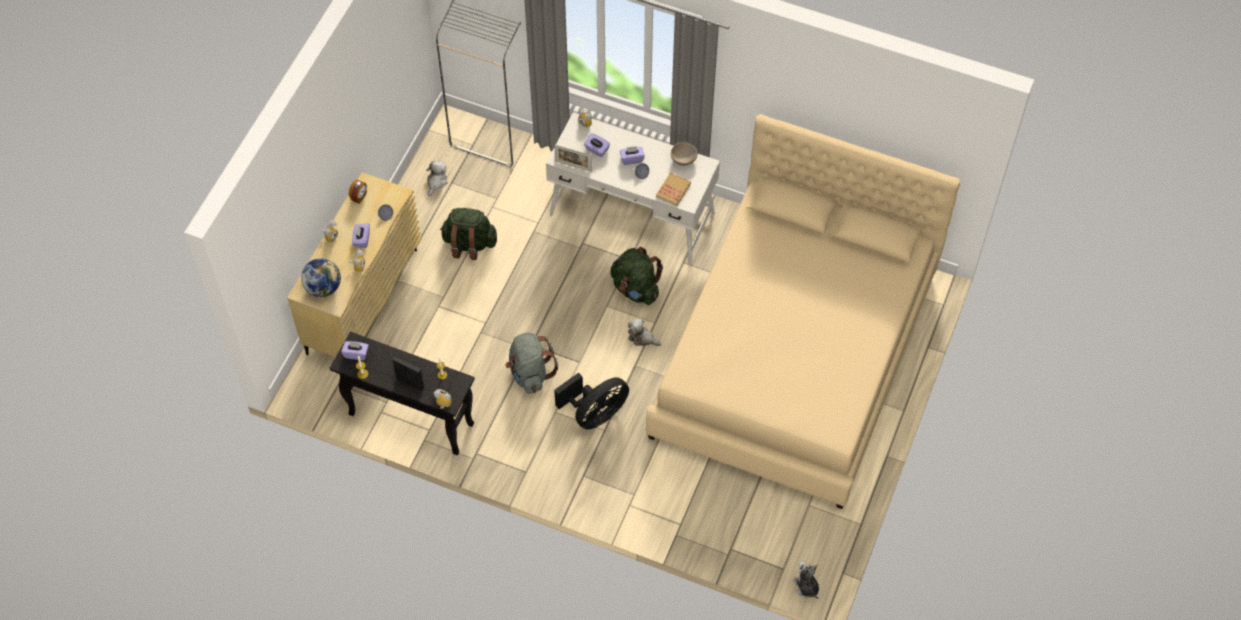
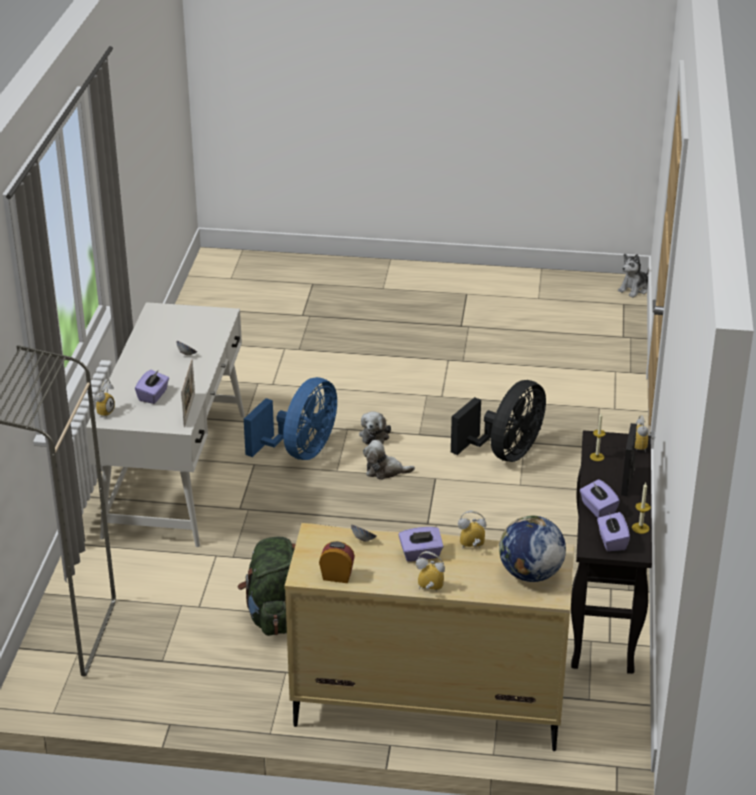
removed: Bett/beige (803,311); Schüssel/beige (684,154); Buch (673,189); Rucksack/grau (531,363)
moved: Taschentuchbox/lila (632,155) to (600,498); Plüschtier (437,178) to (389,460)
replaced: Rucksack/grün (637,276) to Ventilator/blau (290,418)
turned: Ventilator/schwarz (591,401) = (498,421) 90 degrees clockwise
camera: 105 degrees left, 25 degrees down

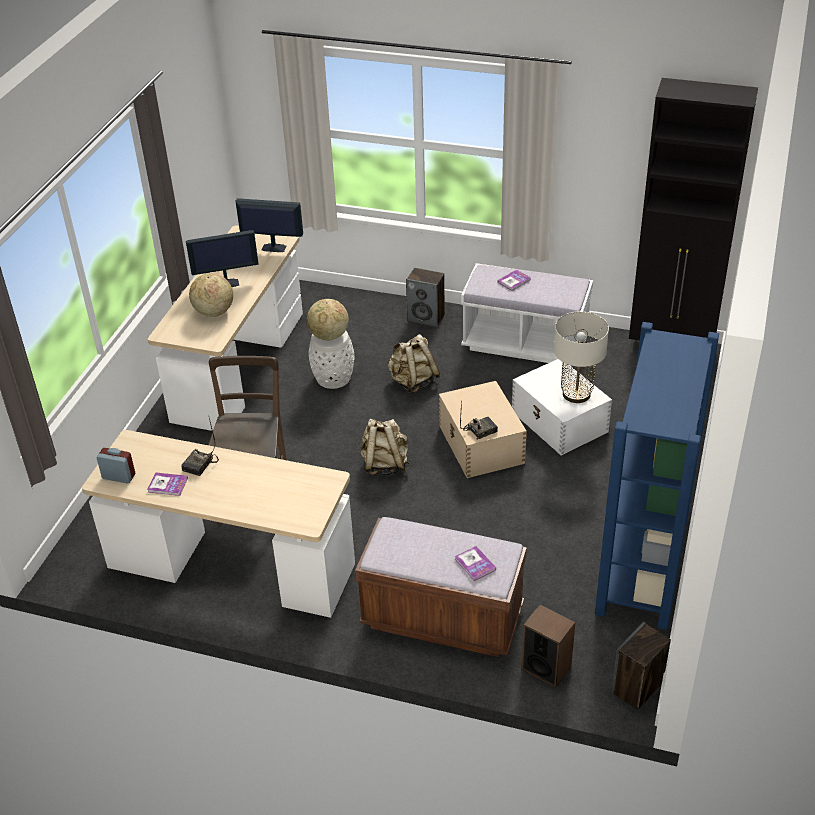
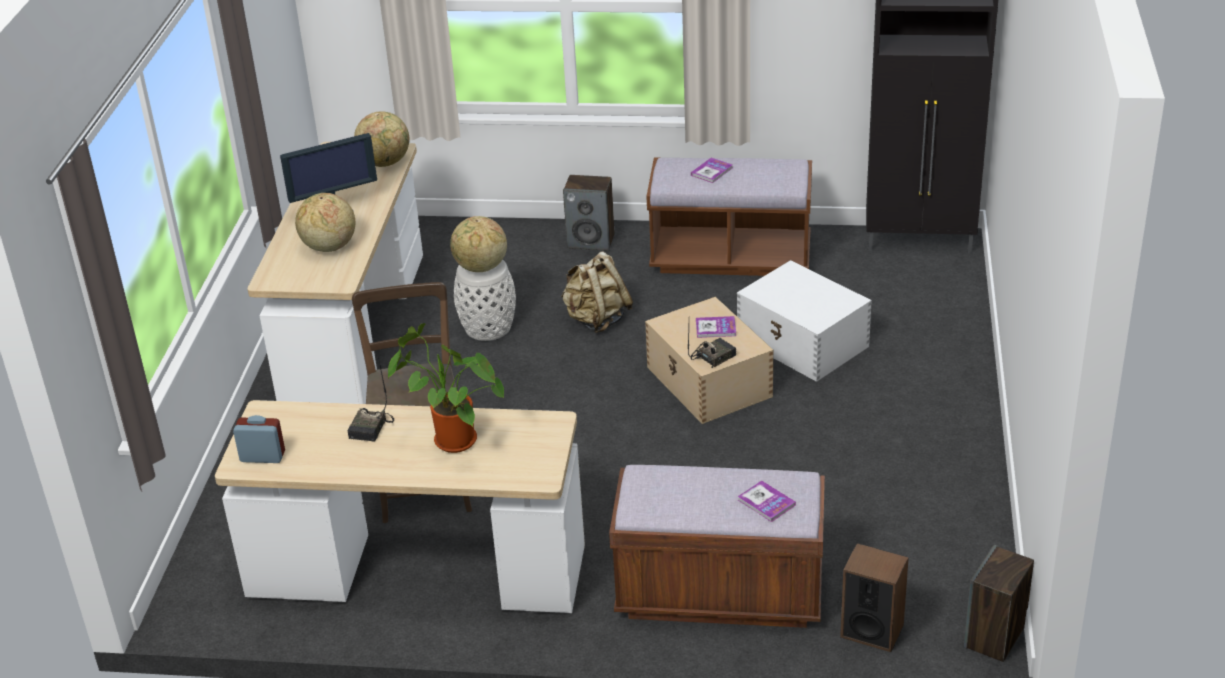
removed: Tischlampe (581,357); Bücherregal/blau (657,476); Rucksack/beige (385,447)
added: Topfpflanze (446,388)
moved: Buch (167,484) to (716,327)
replaced: Monitor (269,225) to Globus (382,139)
recoloured: Bank/weiß (527,314) to Bank/braun (729,217)
camera: 10 degrees left, 5 degrees down

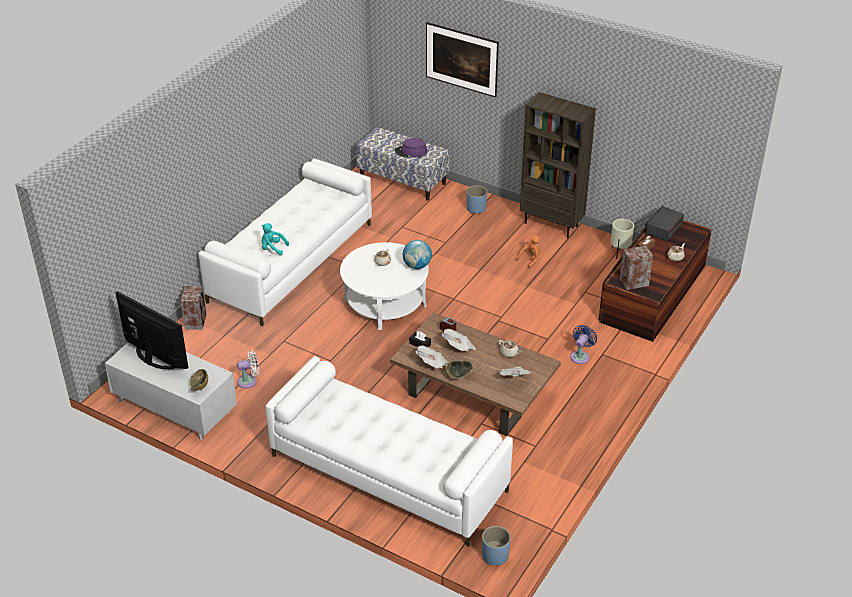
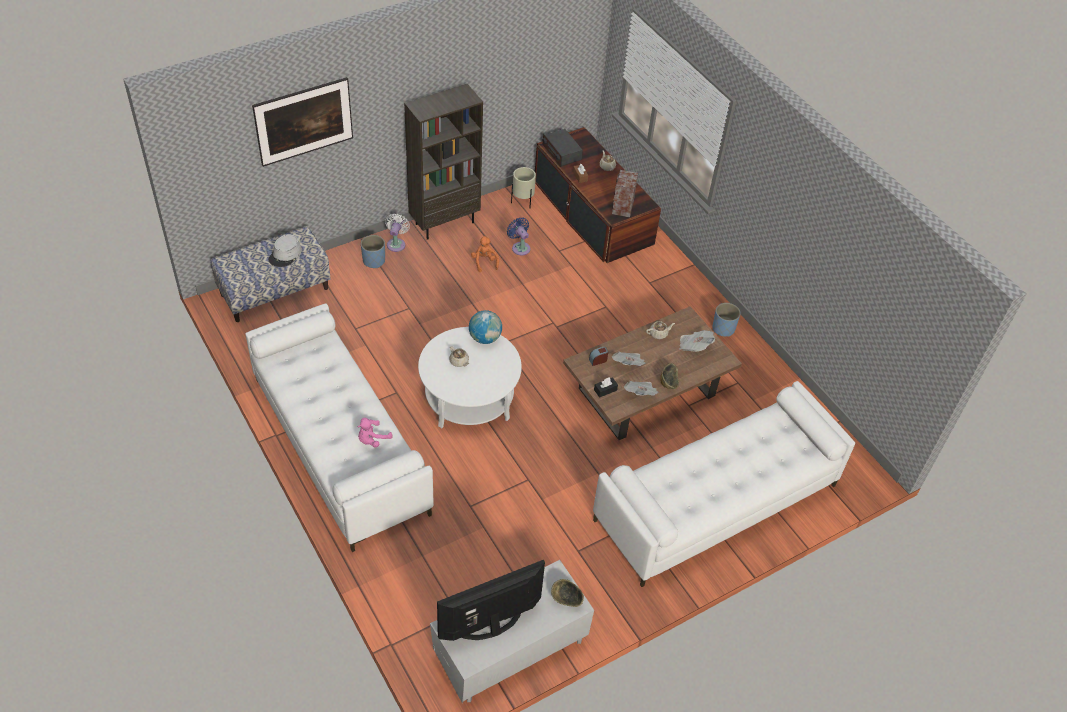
removed: Lautsprecher (194,308)
moved: Ventilator/blau (583,344) to (518,236); Ventilator/weiß (248,369) to (397,232); Pflanzkübel/blau (496,546) to (727,320)
recoloured: Hut/lila (411,148) to Hut/grau (285,250); Plüschtier/türkis (275,239) to Plüschtier/rosa (374,433)
camera: 65 degrees left, 10 degrees up

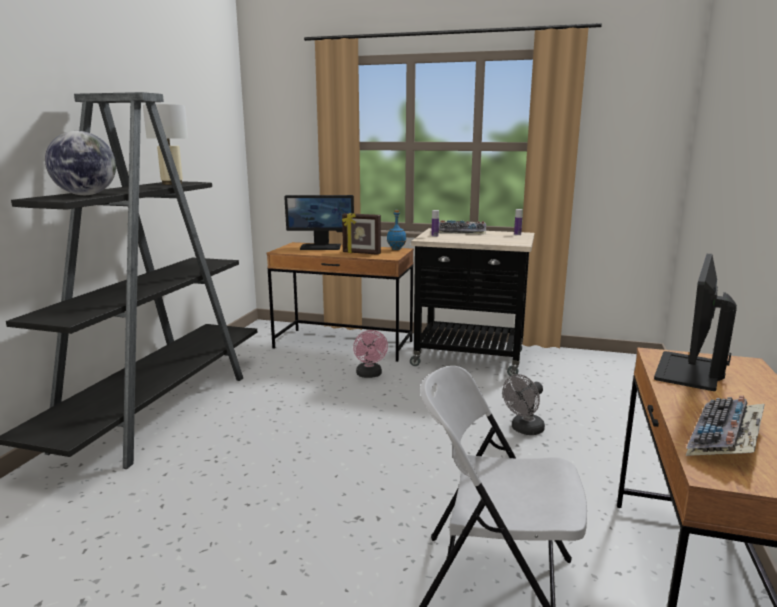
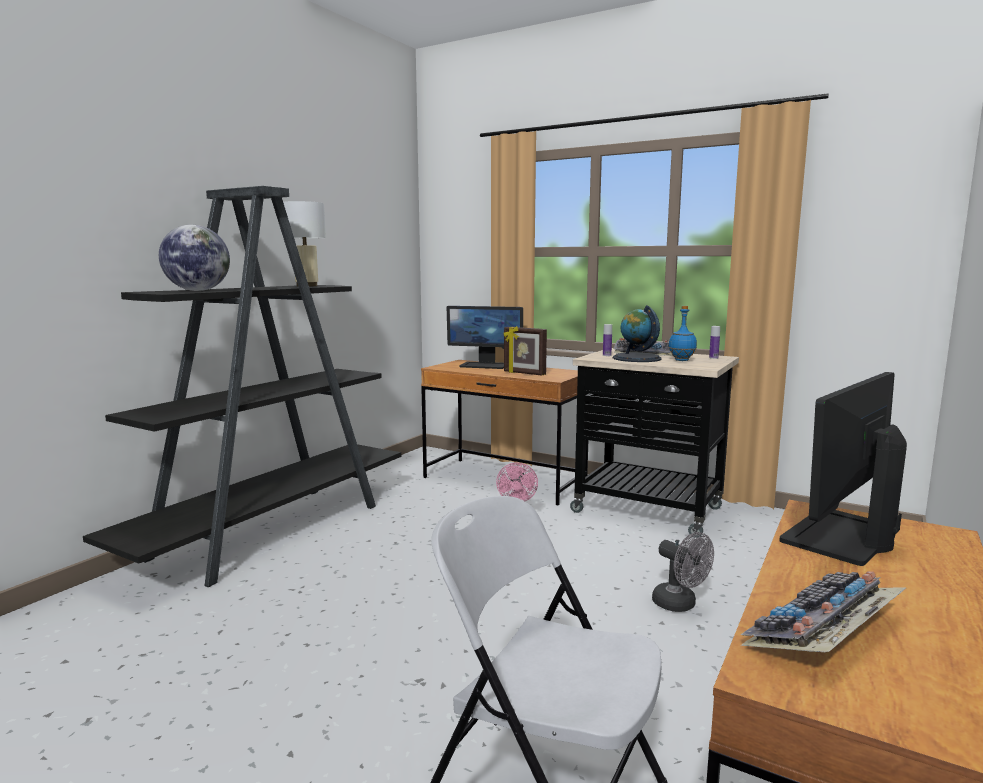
added: Globus (637,333)
moved: Flasche/blau (396,230) to (682,333)
turned: Ventilator/grau (524,404) = (683,572) 105 degrees counterclockwise
camera: 15 degrees right, 5 degrees down

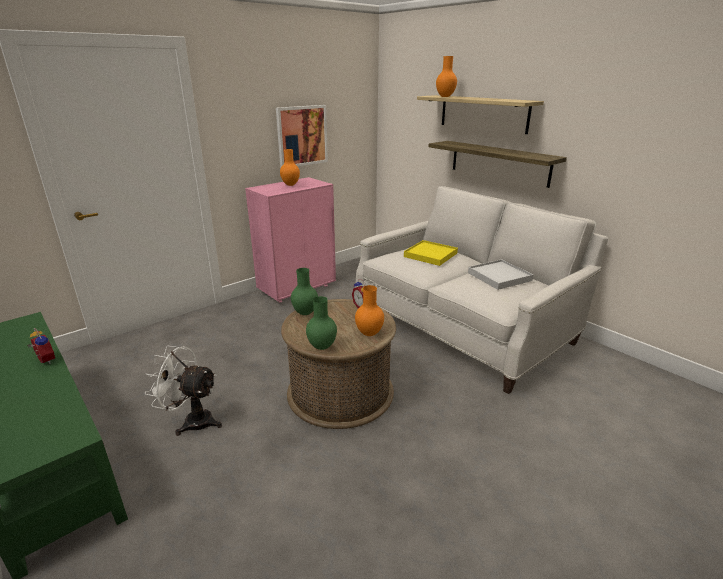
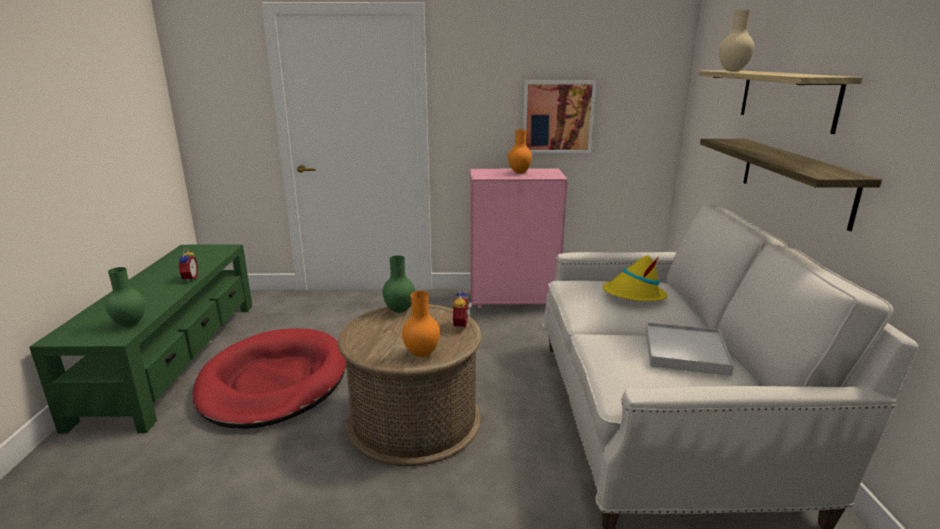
moved: Vase/grün (321,323) to (125,297)
replaced: Tablett/gelb (431,253) to Hut/gelb (635,278); Ventilator/weiß (183,391) to Hundebett/rot (269,378)
recoloured: Vase/orange (446,76) to Vase/beige (736,40)
camera: 40 degrees right, 5 degrees down

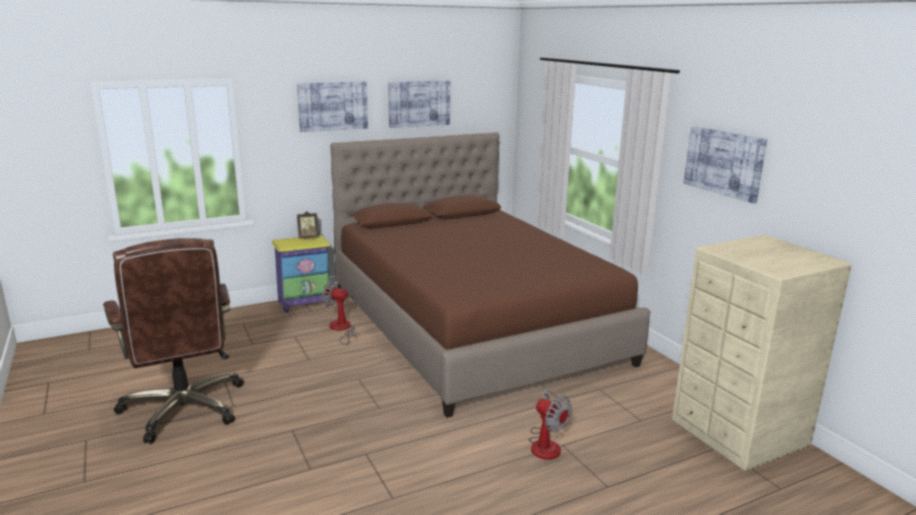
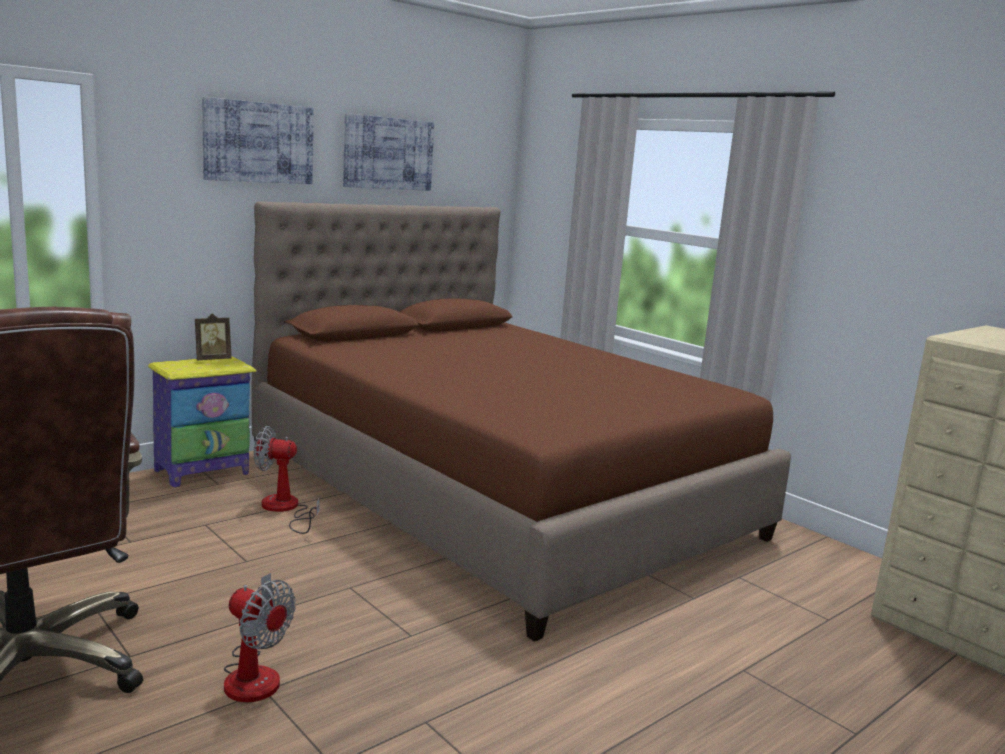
removed: Bild (725,165)
moved: Ventilator (550,423) to (260,637)
camera: 15 degrees left, 5 degrees down

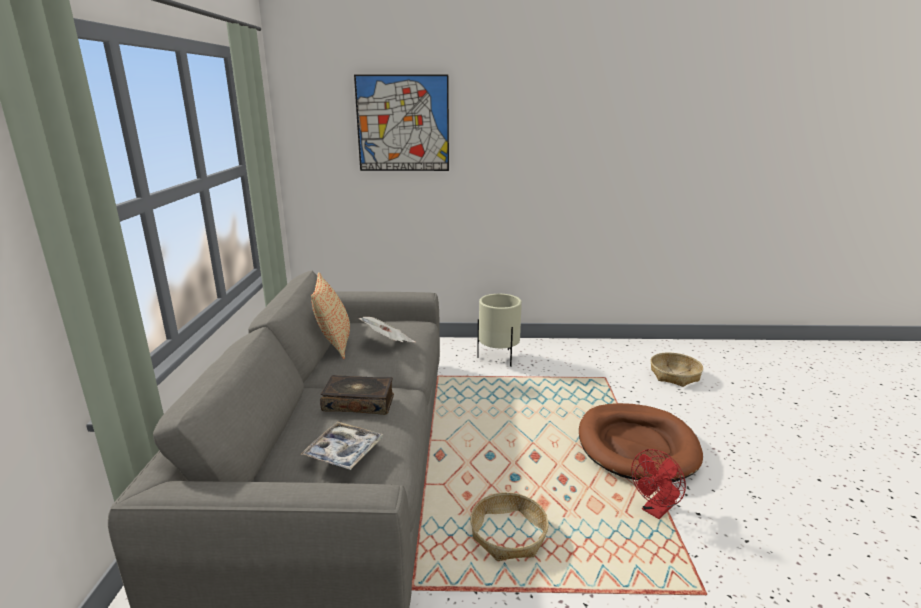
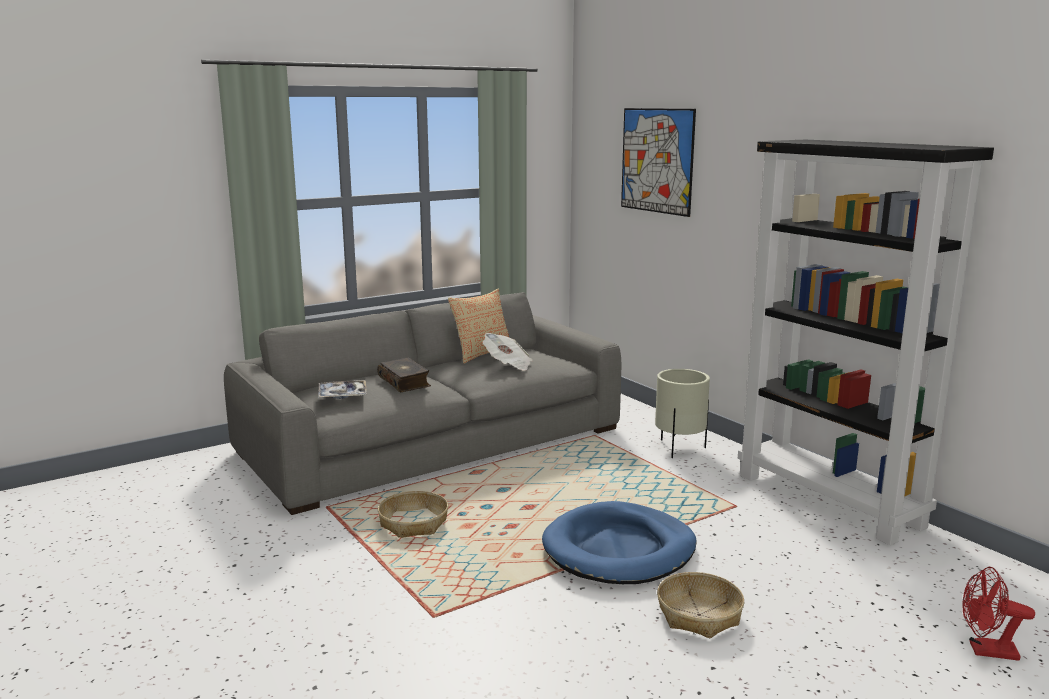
added: Bücherregal/schwarz (866,342)
moved: Korb (676,369) to (700,605); Ventilator/rot (658,484) to (998,614)
recoloured: Hundebett/braun (641,443) to Hundebett/blau (619,542)
camera: 55 degrees right, 5 degrees down

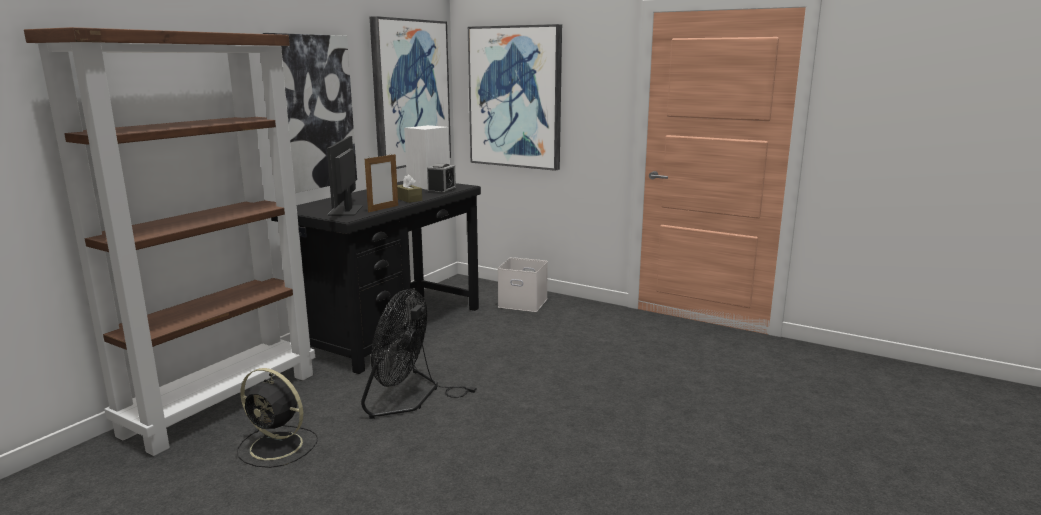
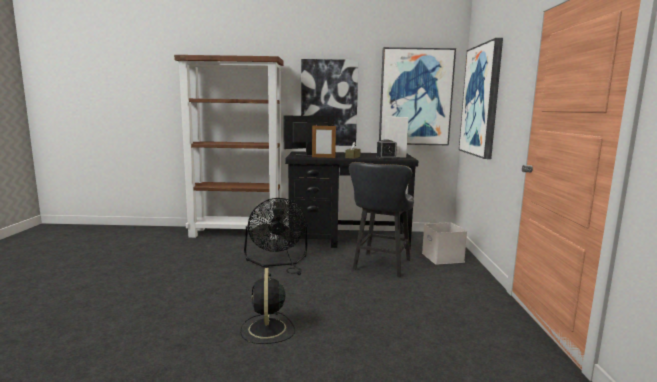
added: Hocker/grau (381,219)
moved: Ventilator/schwarz (277,418) to (267,306)
camera: 60 degrees right, 5 degrees down

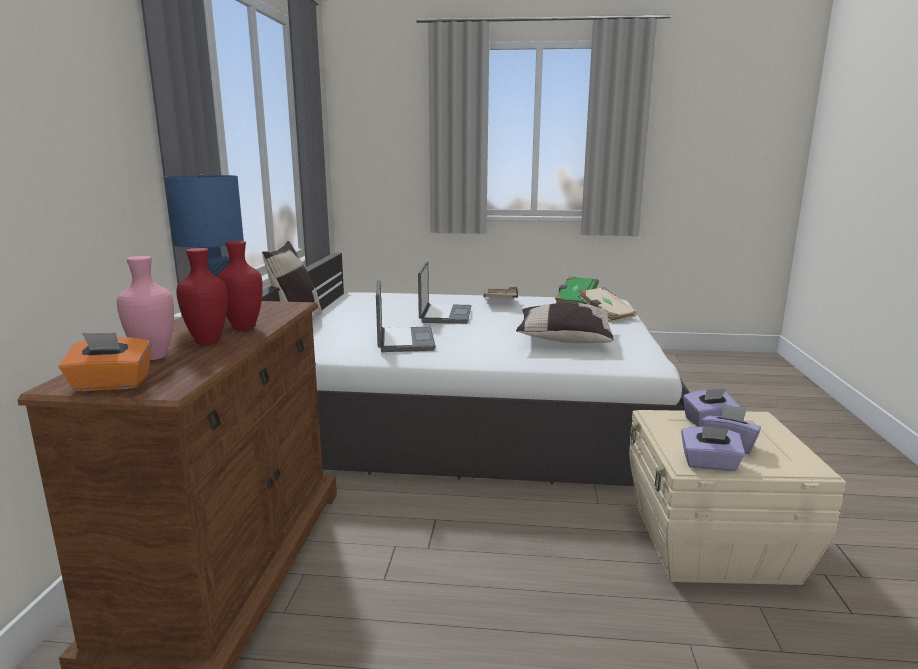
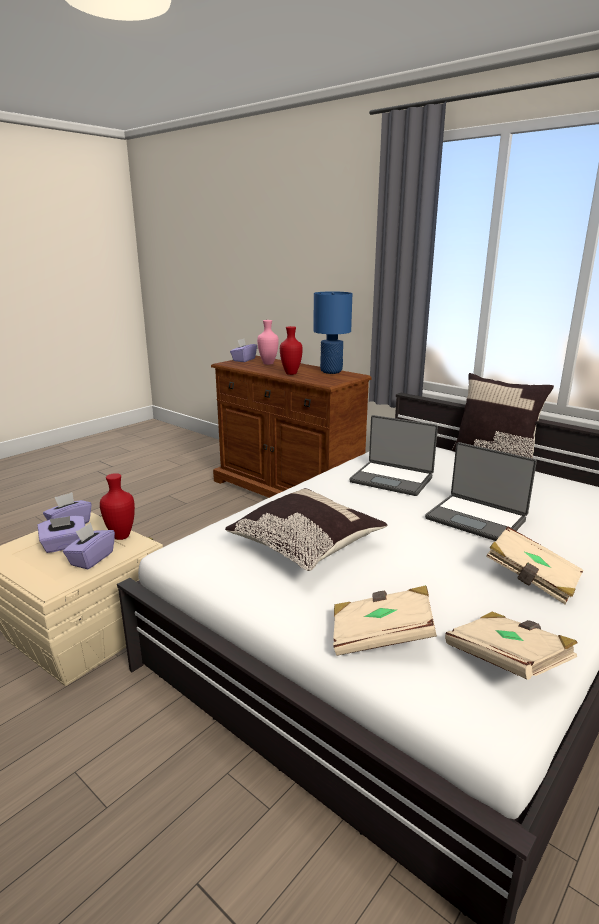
moved: Vase/rot (202,296) to (117,506)
recoloured: Buch/grün (577,290) to Buch/beige (511,646); Taschentuchbox/orange (105,361) to Taschentuchbox/lila (243,350)
camera: 125 degrees right, 5 degrees up

